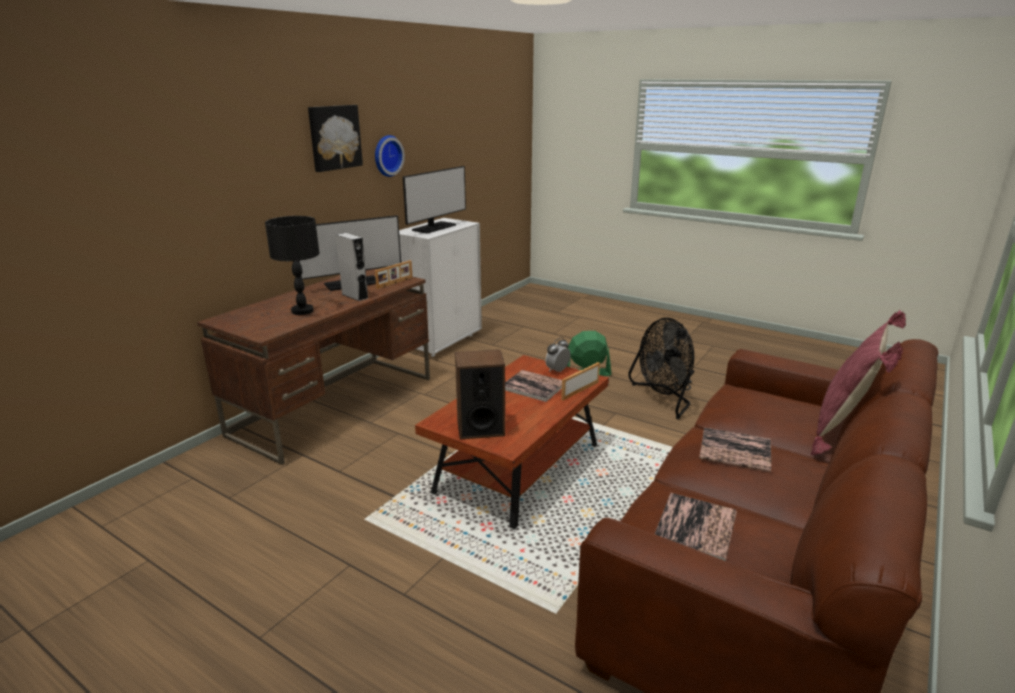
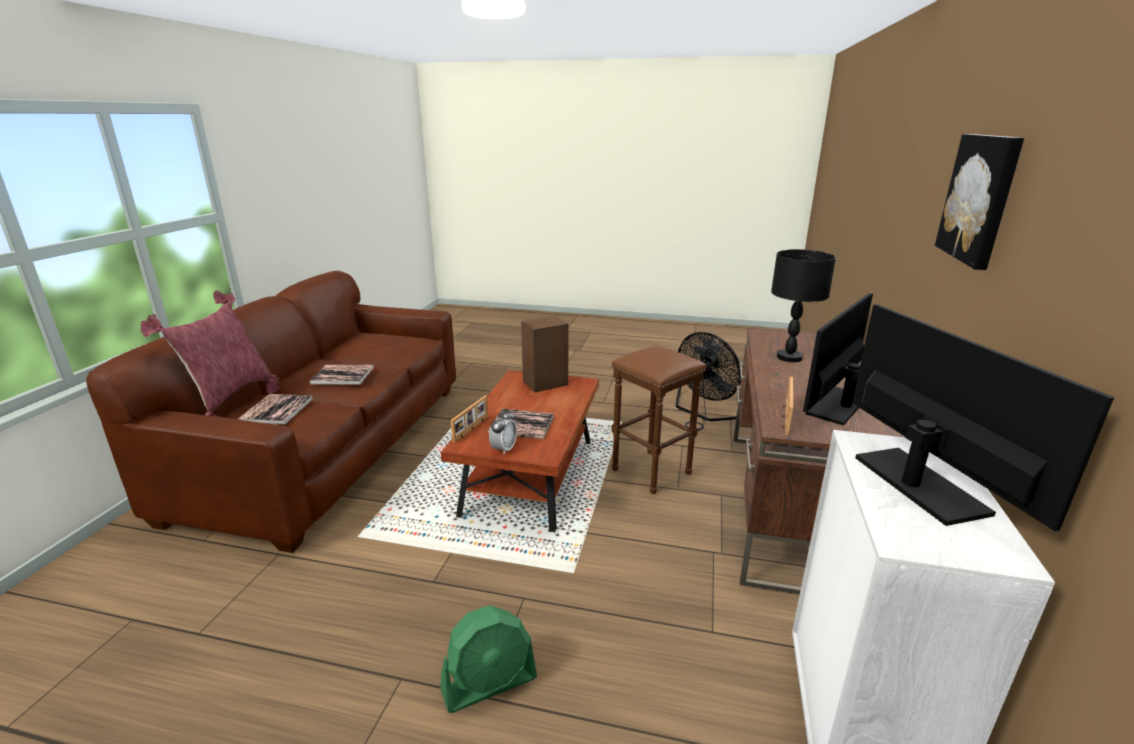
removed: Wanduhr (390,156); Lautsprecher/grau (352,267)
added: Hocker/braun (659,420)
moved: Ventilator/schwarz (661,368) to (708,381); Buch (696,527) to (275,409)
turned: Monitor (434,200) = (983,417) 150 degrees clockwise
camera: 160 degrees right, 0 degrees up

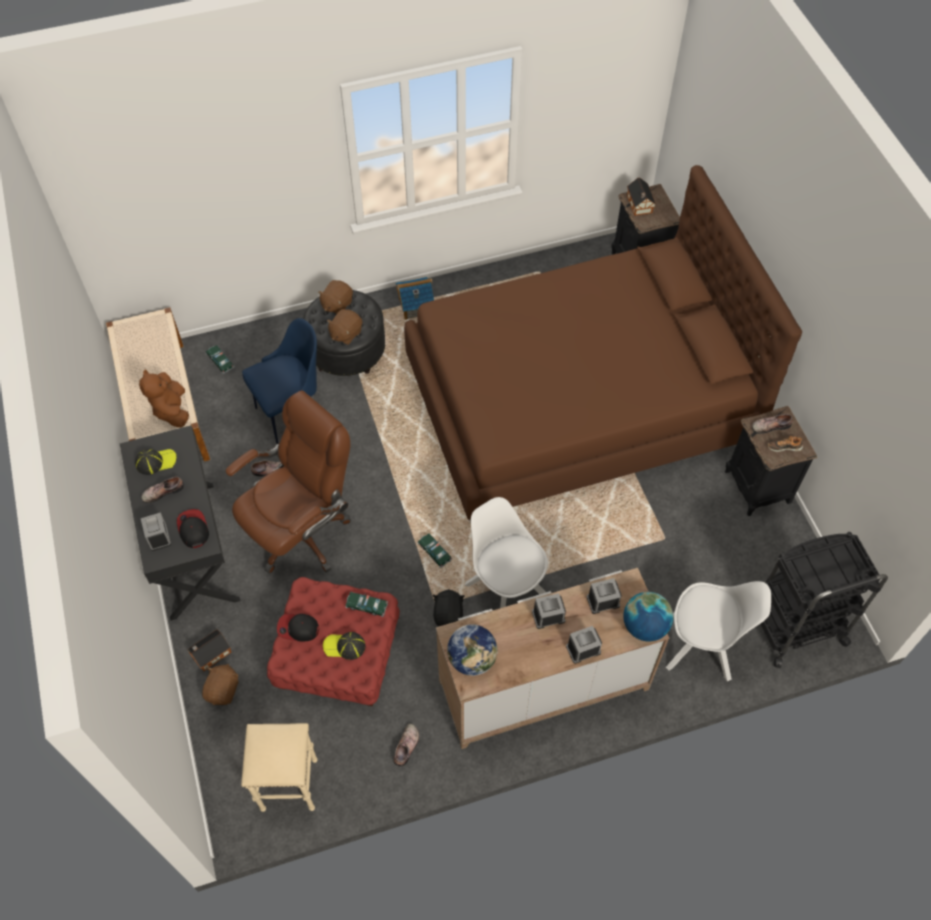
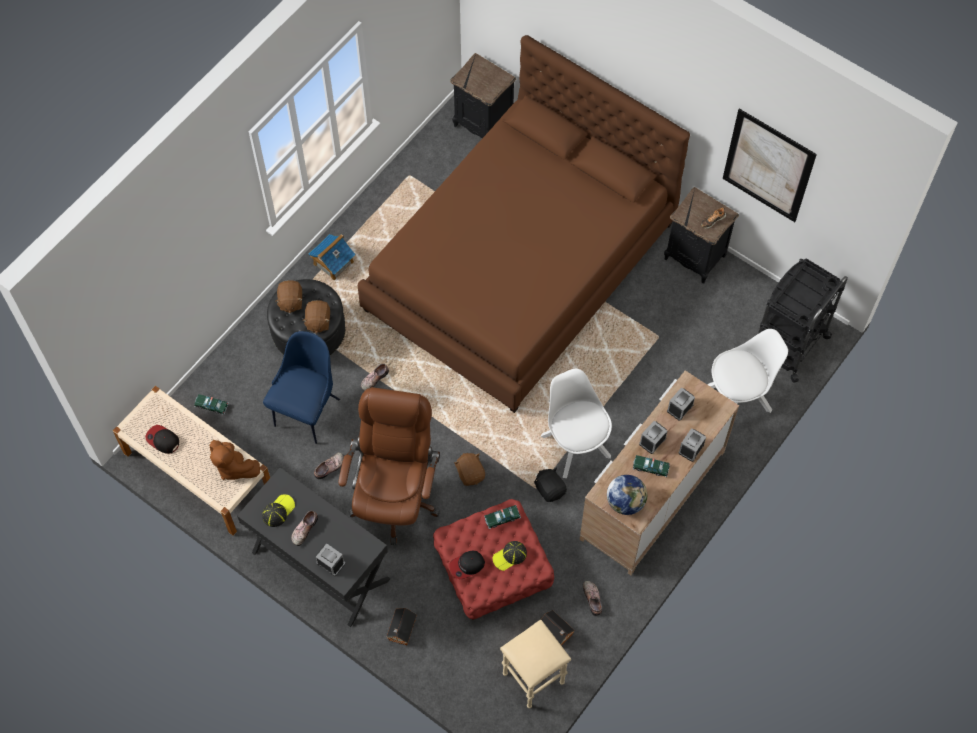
removed: Globus (648,617)
added: Bild (770,165)
moved: Spielzeughaus (641,196) to (558,628); Schuh (772,424) to (375,377); Kappe (193,528) to (162,439); Spielzeugauto (434,550) to (651,466); Plüschtier/braun (220,684) to (469,469)
turned: Stuhl/weiß (506,552) = (576,423) 45 degrees clockwise
camera: 35 degrees left, 5 degrees up

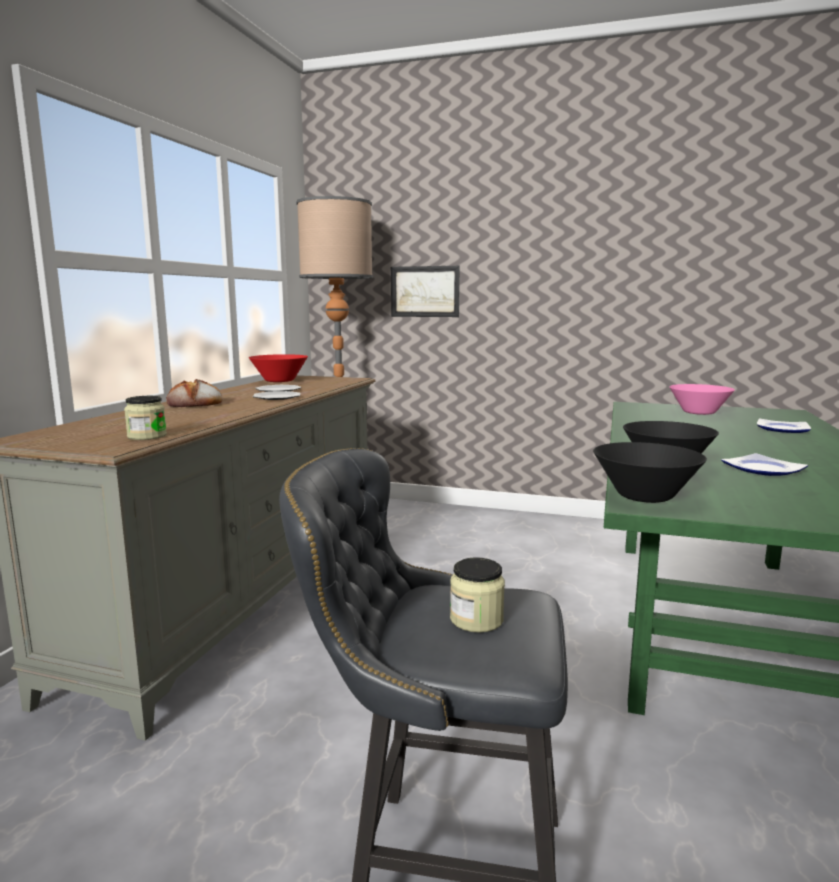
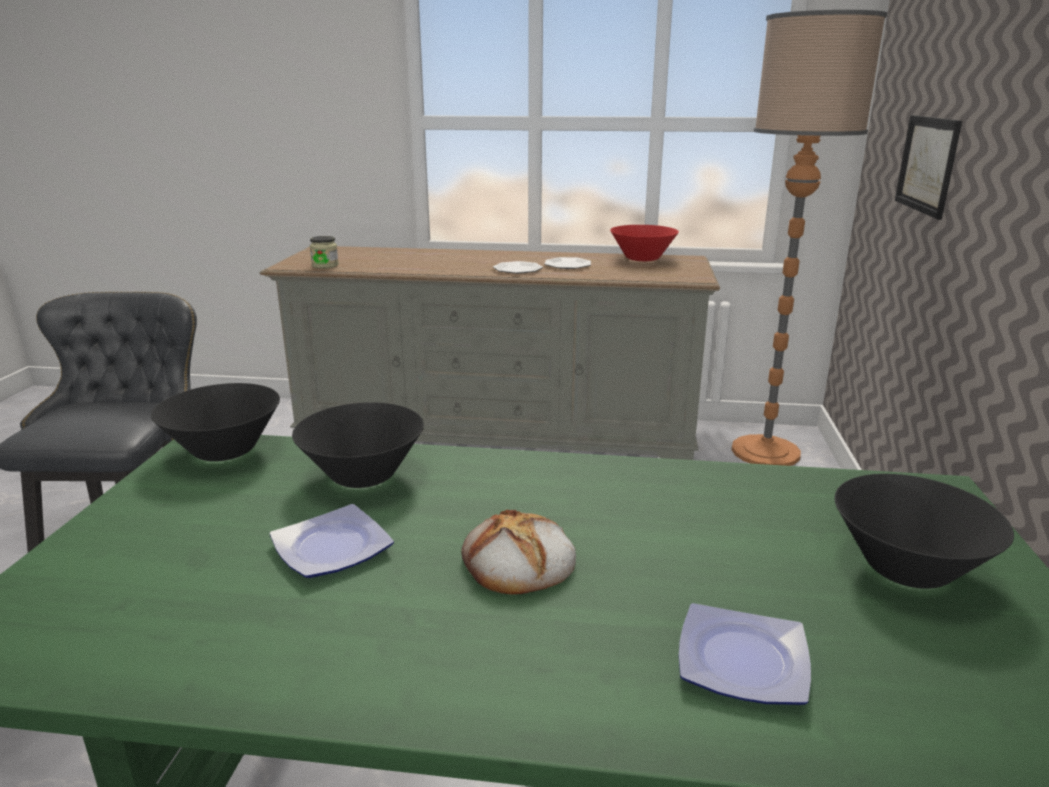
removed: Vorratsglas (477,595)
moved: Brot (194,393) to (518,552)
recoloured: Schüssel/rosa (702,399) to Schüssel/schwarz (924,531)
camera: 80 degrees right, 10 degrees up

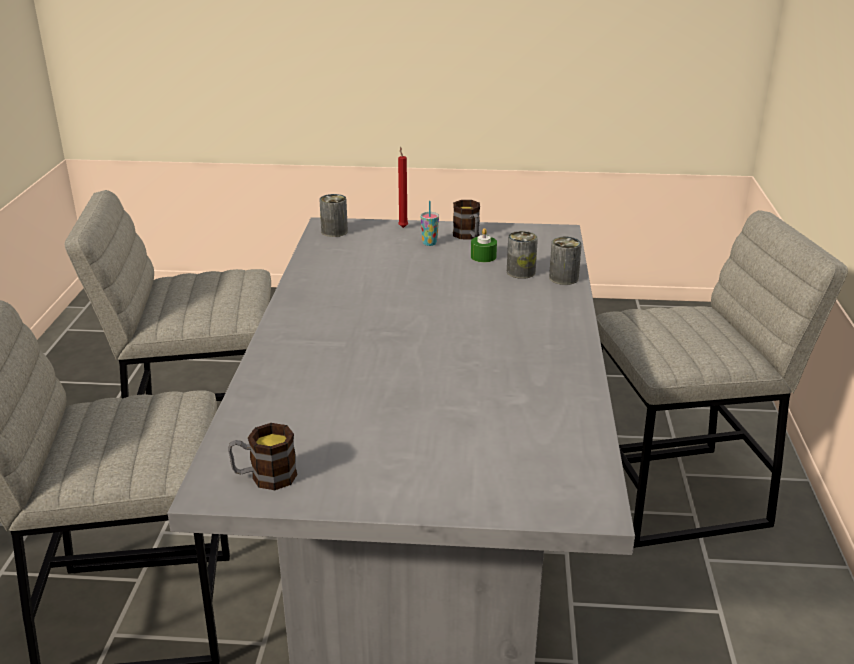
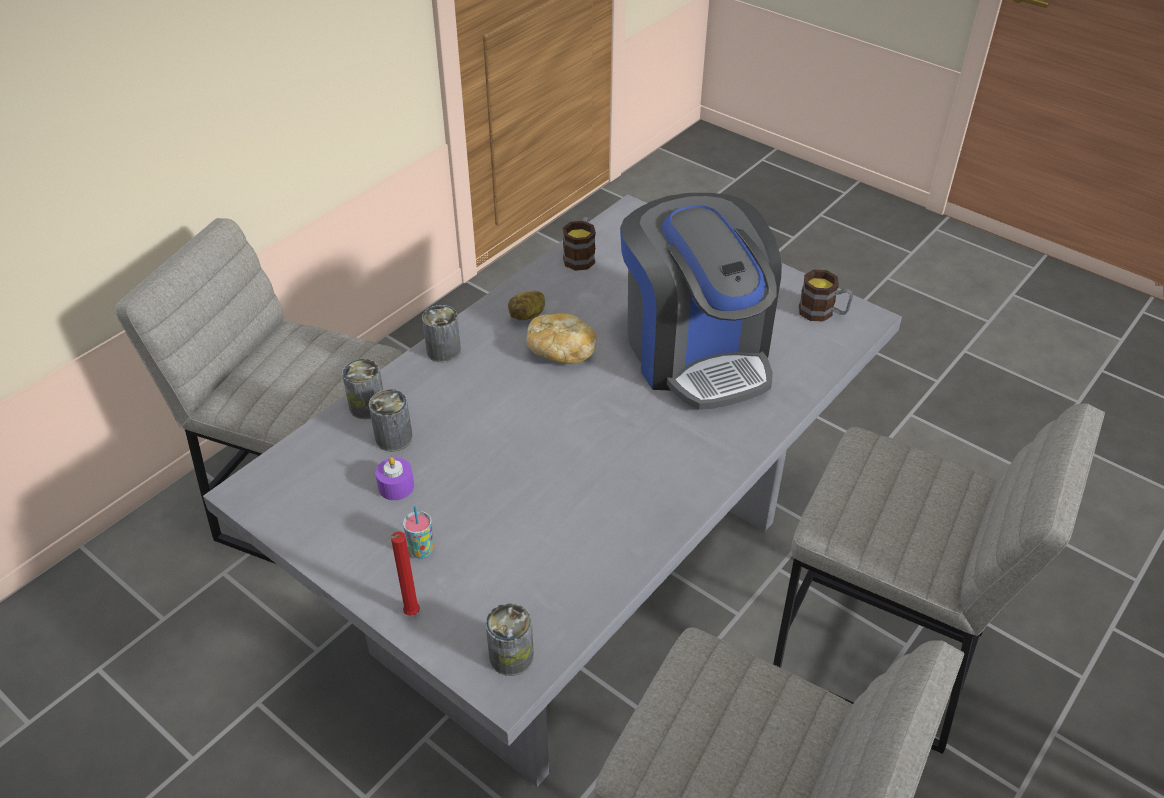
added: Kaffeemaschine (701,301); Kartoffel (526,305); Dose (441,334); Brot (561,338)
moved: Henkelbecher (466,219) to (579,244)
recoloured: Kerze/grün (484,245) to Kerze/lila (394,478)
camera: 145 degrees left, 15 degrees up

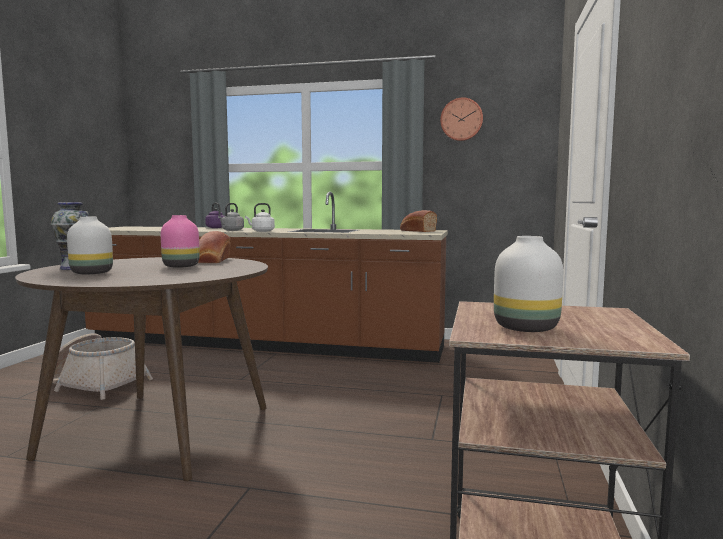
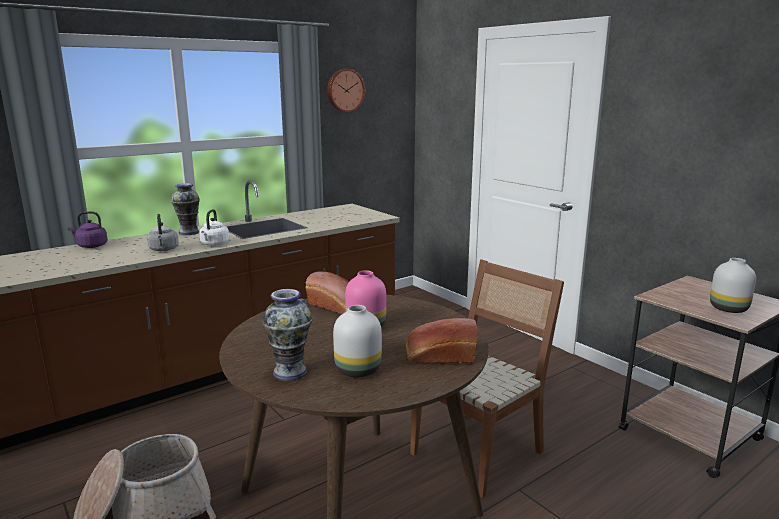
added: Vase (185,209); Stuhl (487,378)
moved: Brot (418,221) to (441,341)
camera: 50 degrees left, 10 degrees up

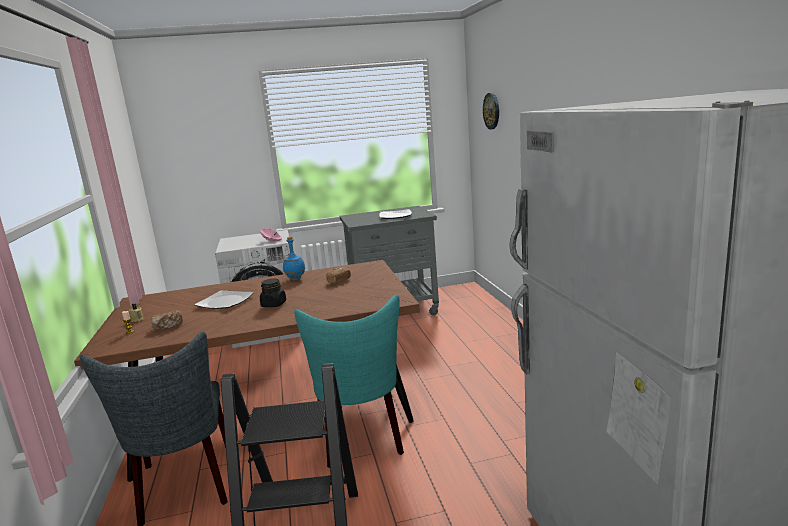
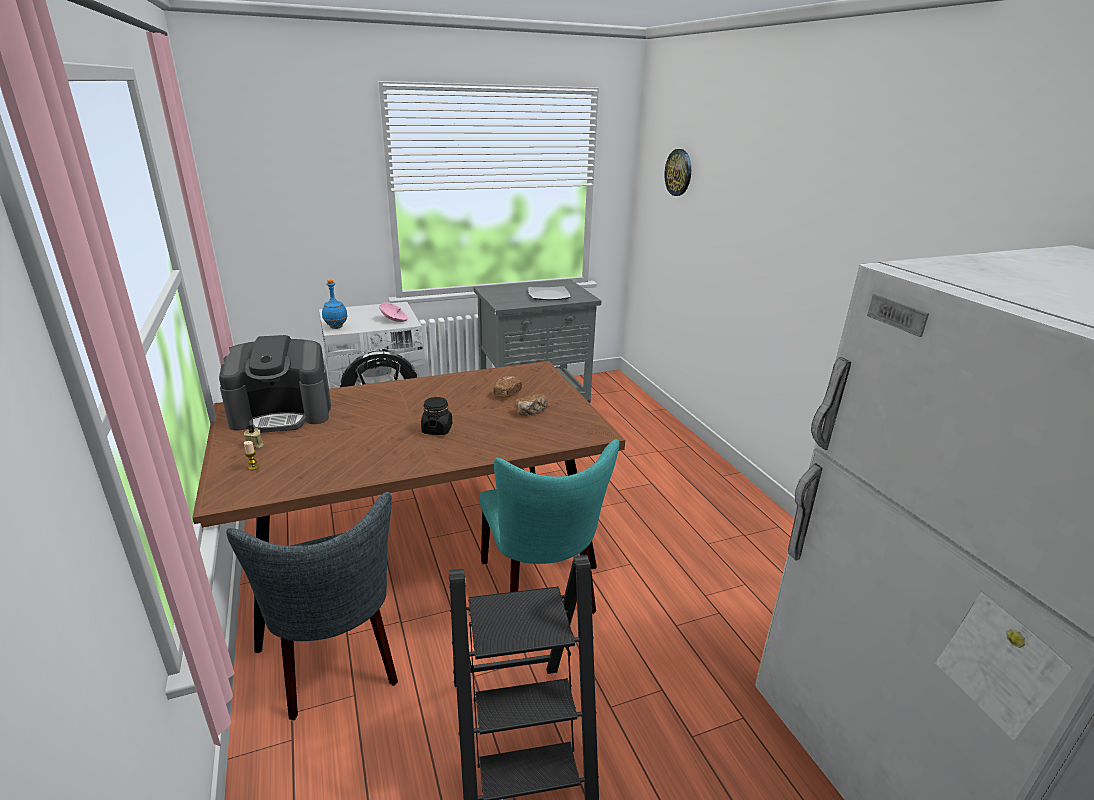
removed: Teller (224,299)
added: Kaffeemaschine (275,384)
moved: Flasche/blau (294,258) to (335,304); Brot (167,320) to (531,405)
camera: 10 degrees left, 10 degrees up

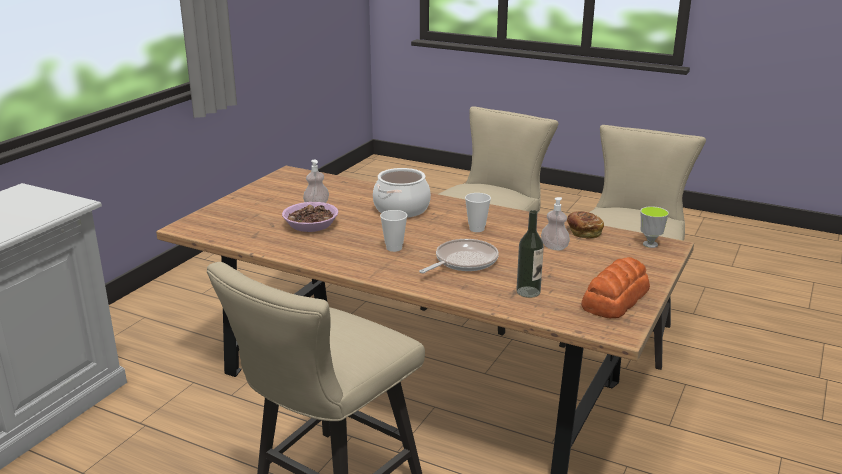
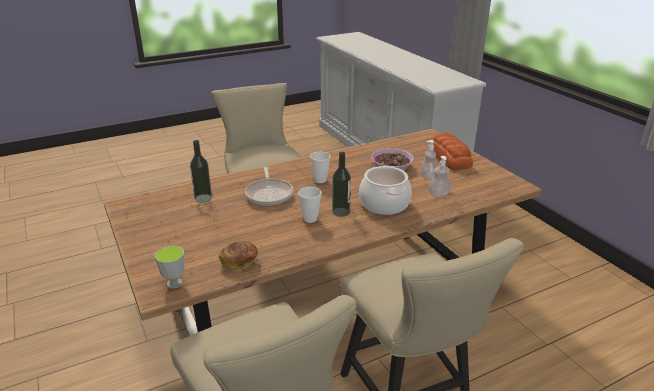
added: Flasche (341,184)
moved: Seifenspender (555,223) to (440,176); Brot (615,287) to (453,151)
camera: 125 degrees right, 5 degrees up

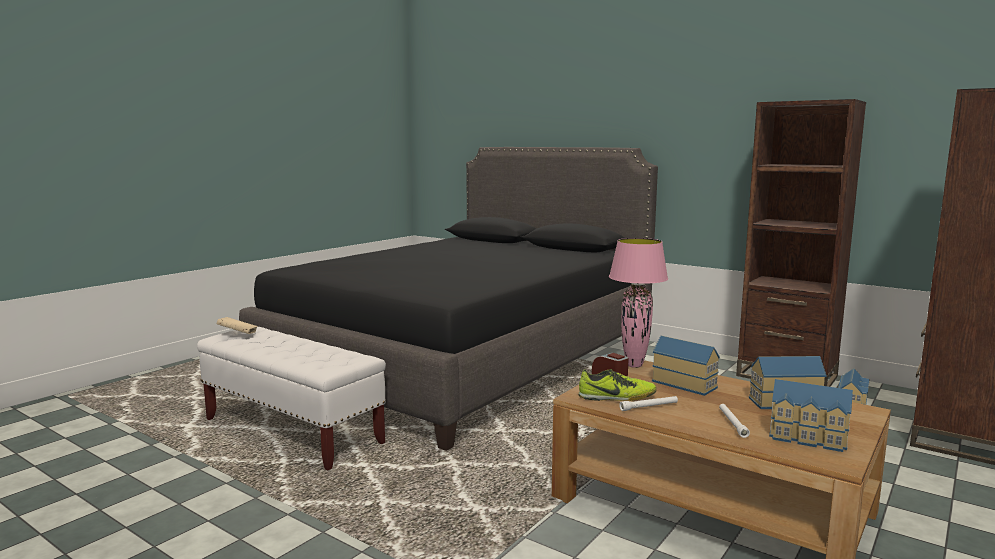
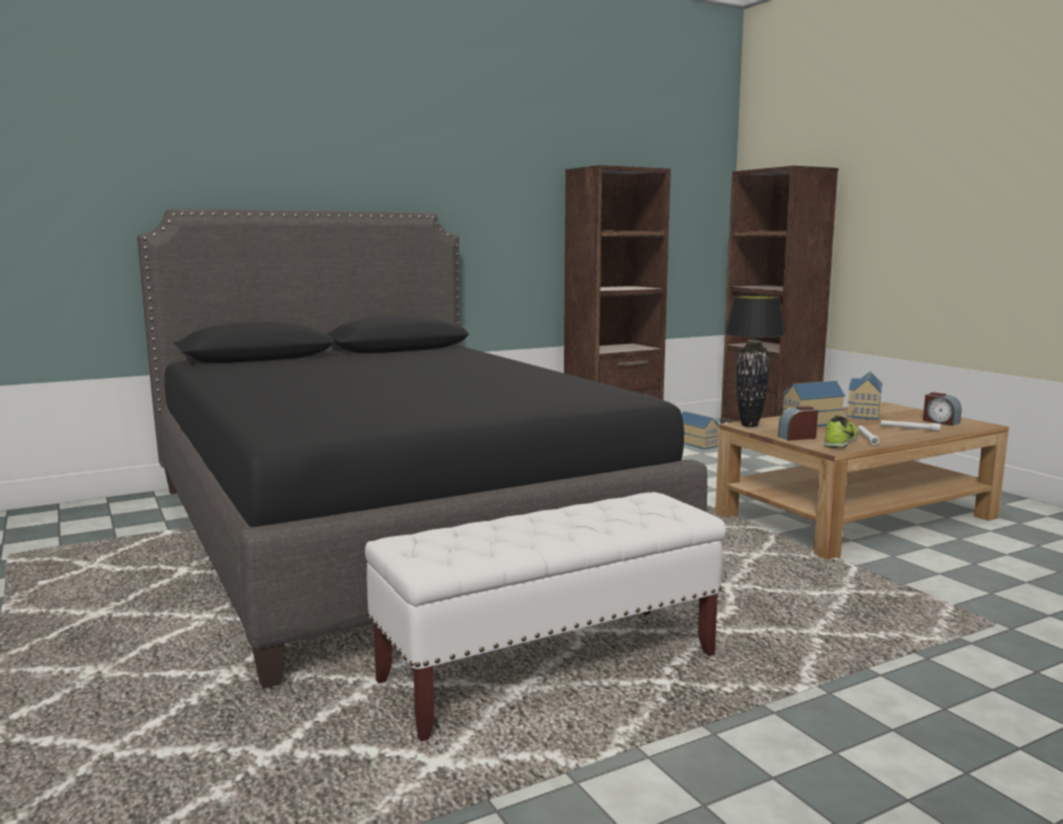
removed: Buch/beige (237,325)
replaced: Spielzeughaus (811,415) to Wecker (942,409)
recoloured: Tischlampe/rosa (638,303) to Tischlampe/schwarz (754,361)
camera: 65 degrees left, 0 degrees up

